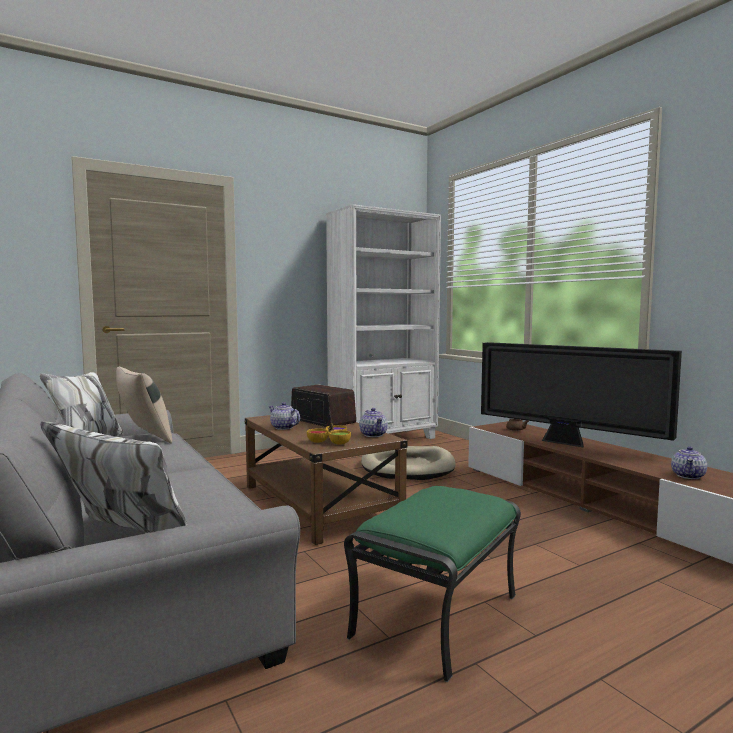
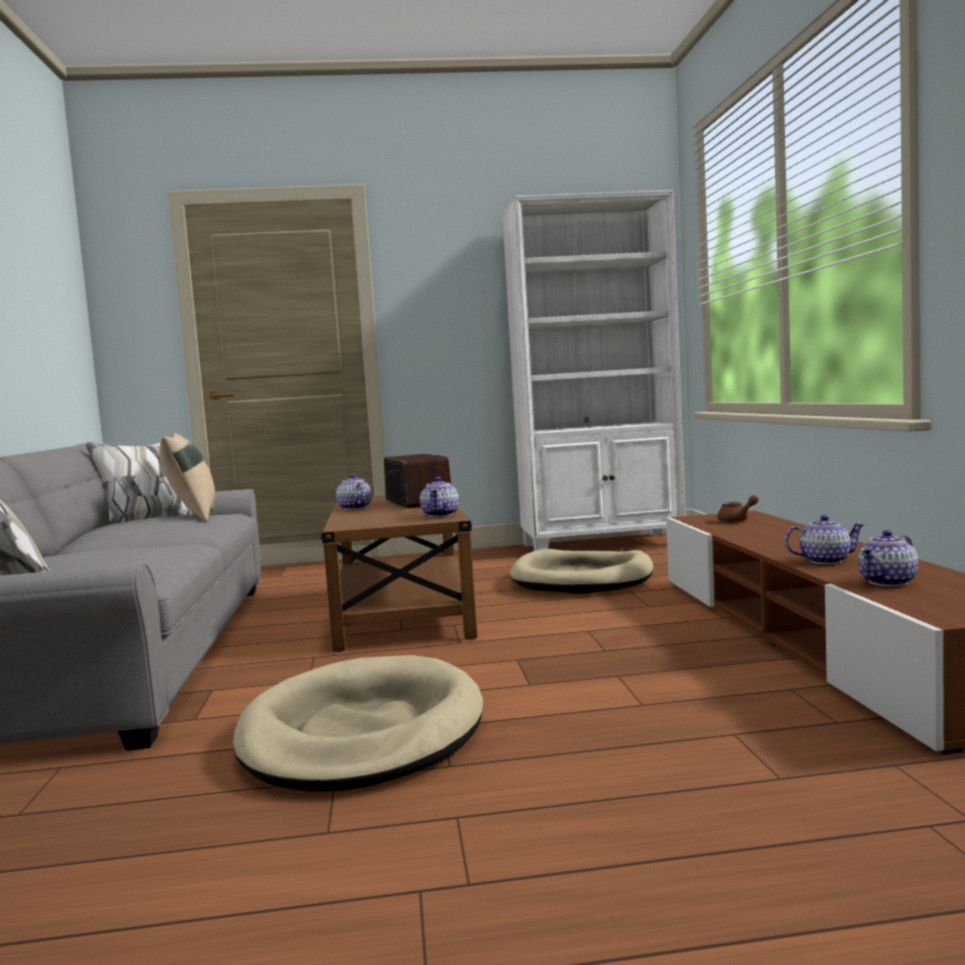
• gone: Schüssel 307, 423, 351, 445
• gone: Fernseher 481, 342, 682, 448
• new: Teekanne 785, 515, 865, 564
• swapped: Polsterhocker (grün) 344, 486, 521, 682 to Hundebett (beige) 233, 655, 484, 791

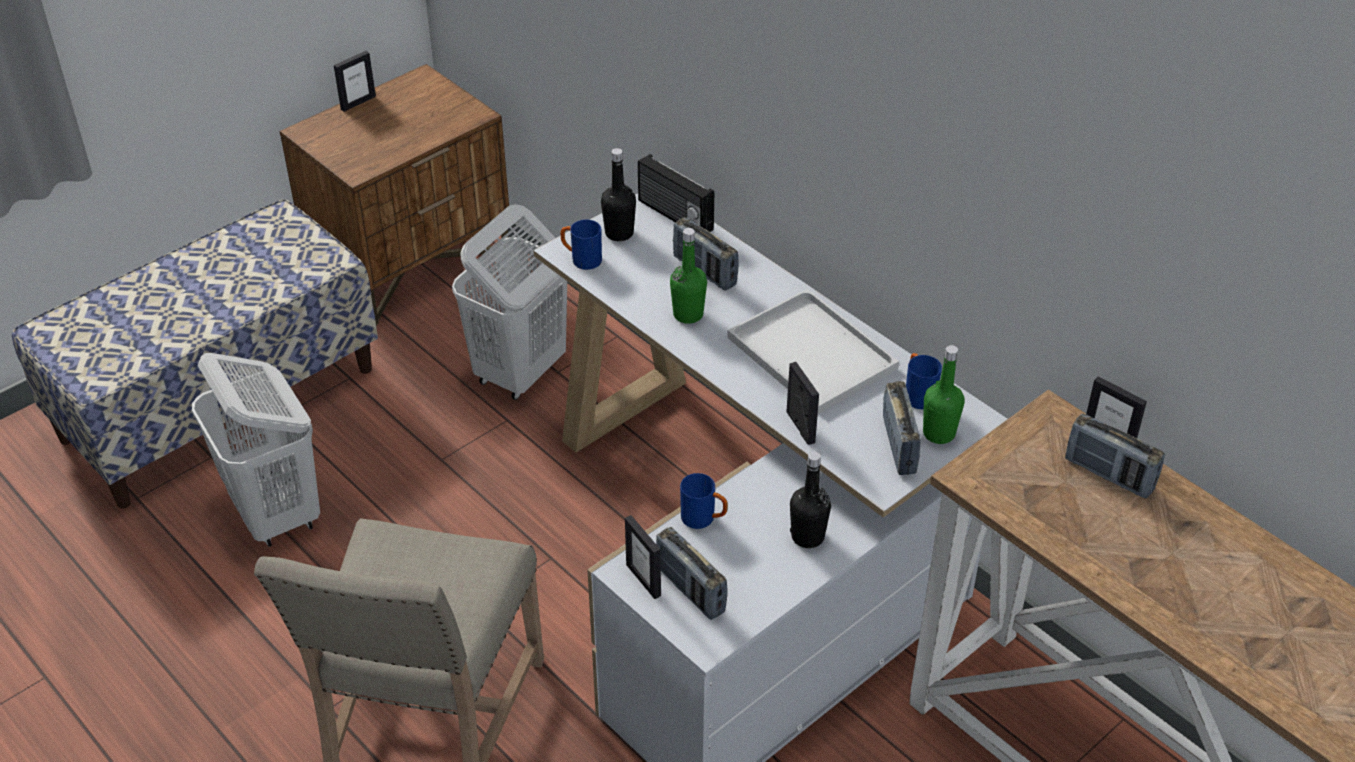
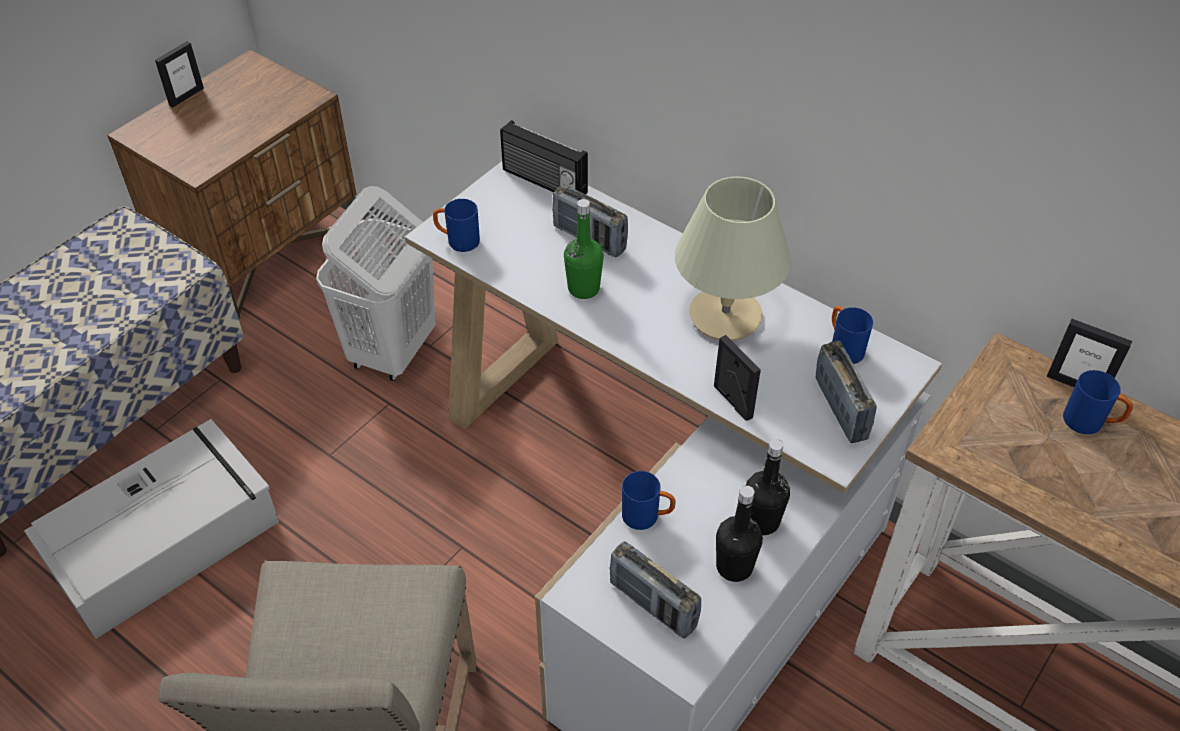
• gone: Bilderrahmen 625, 515, 661, 599
• gone: Flasche (grün) 923, 345, 965, 444
• shifted: Flasche (schwarz) 601, 148, 636, 241 to 716, 485, 763, 582
• swapped: Wäschekorb (weiß) 192, 353, 320, 547 to Aufbewahrungsbox (grau) 24, 419, 279, 639
• swapped: Tablett (weiß) 727, 289, 899, 414 to Tischlampe (beige) 675, 176, 791, 341
• swapped: Radio 1065, 414, 1165, 498 to Henkelbecher (blau) 1063, 370, 1133, 434

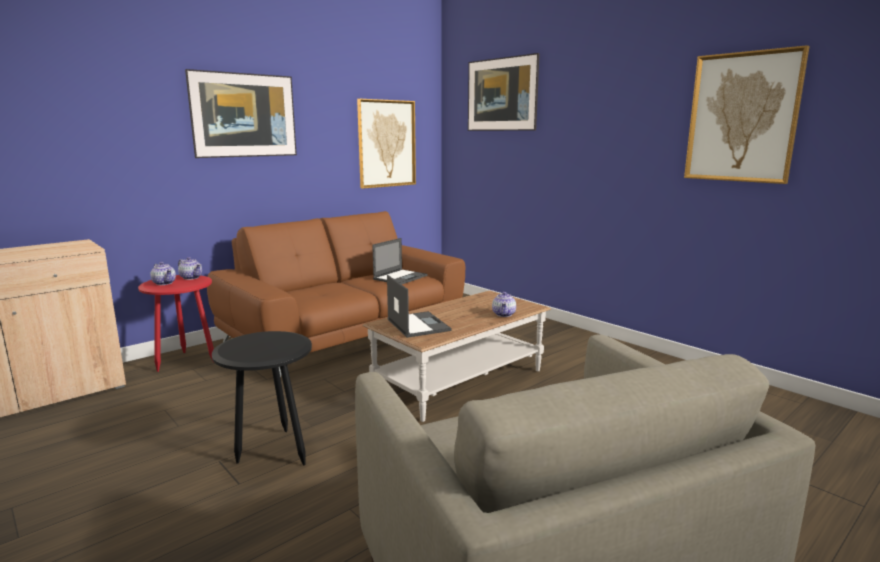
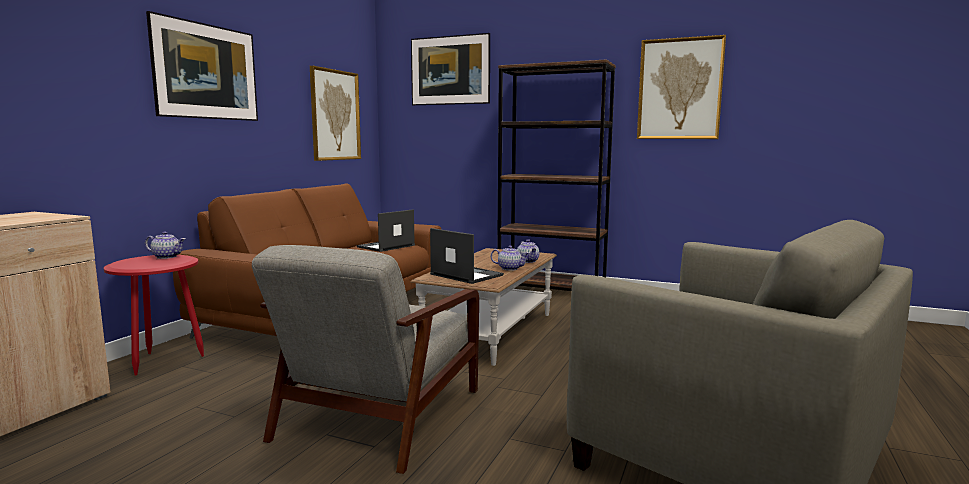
• new: Bücherregal (braun) 497, 59, 616, 291
• shifted: Teekanne 150, 262, 176, 285 to 491, 246, 530, 271
• swapped: Beistelltisch (schwarz) 212, 331, 312, 465 to Sessel (grau) 252, 245, 479, 474
• rotated: Laptop 372, 238, 427, 284 = 357, 209, 415, 252 150 degrees counterclockwise

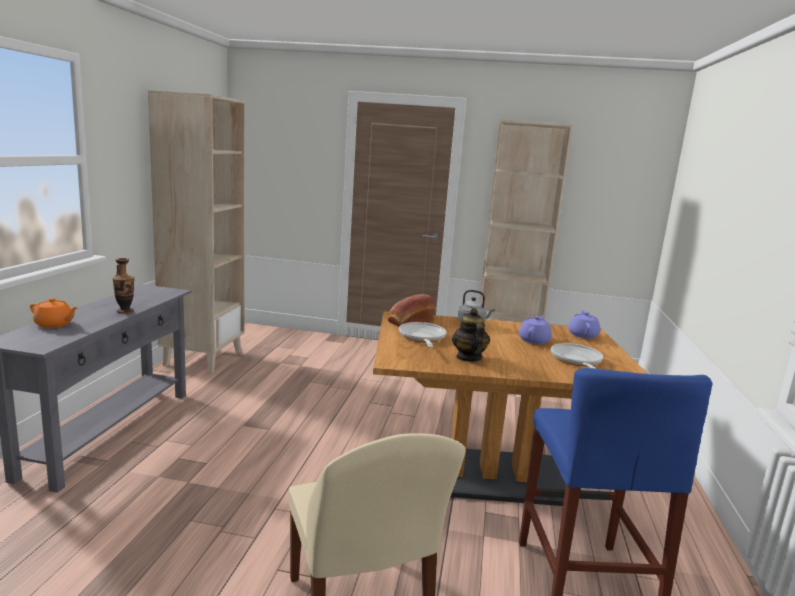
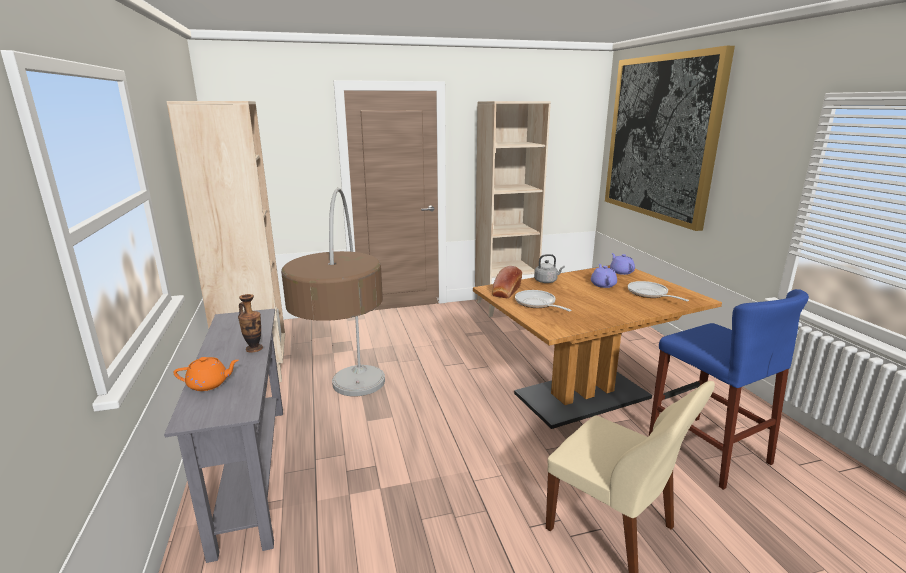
• gone: Teekanne 452, 308, 490, 362
• new: Stehlampe 281, 188, 385, 396
• new: Bild 605, 46, 735, 231

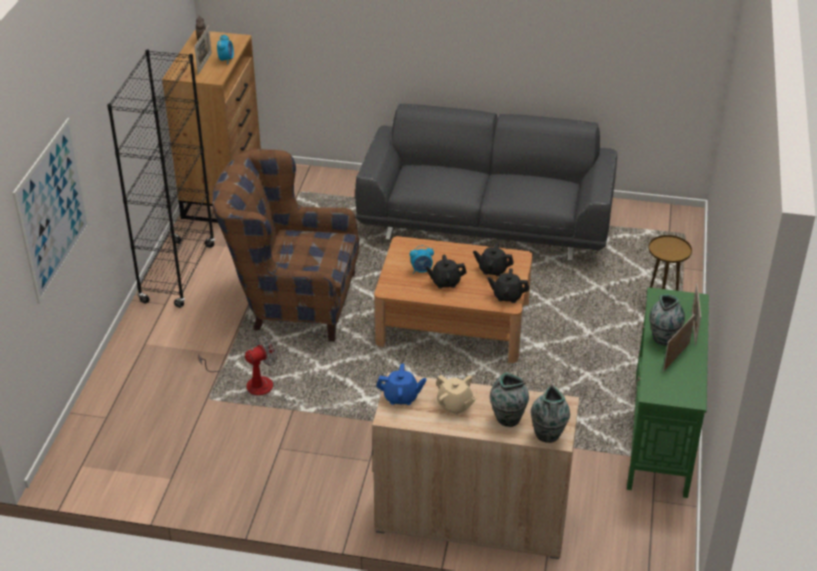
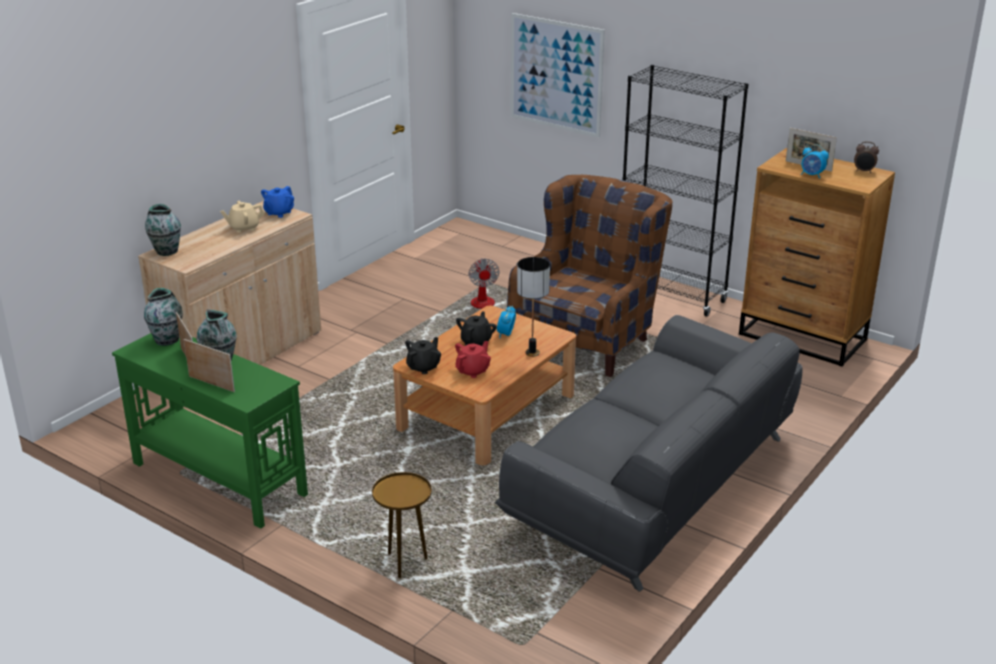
• new: Tischlampe 517, 257, 550, 357
• shifted: Vase 490, 372, 529, 427 to 144, 288, 183, 346
• repainted: Teekanne (schwarz) 473, 243, 514, 277 to Teekanne (rot) 455, 341, 491, 378

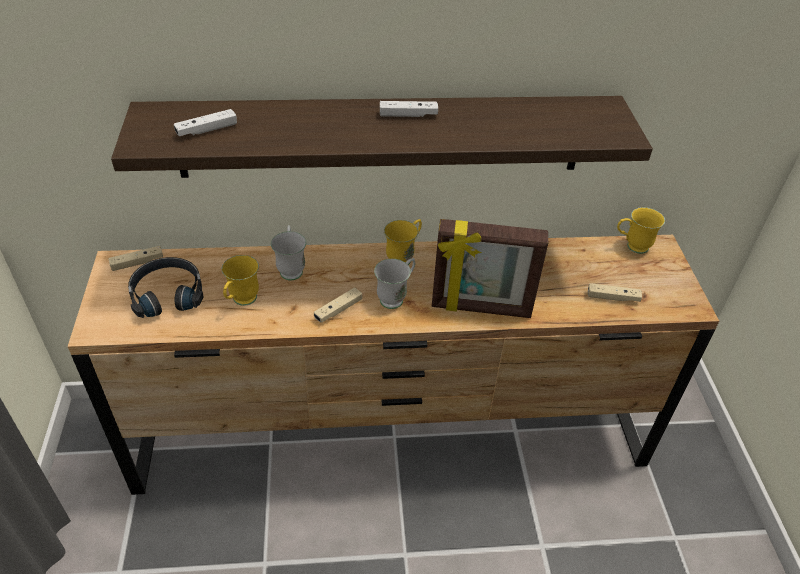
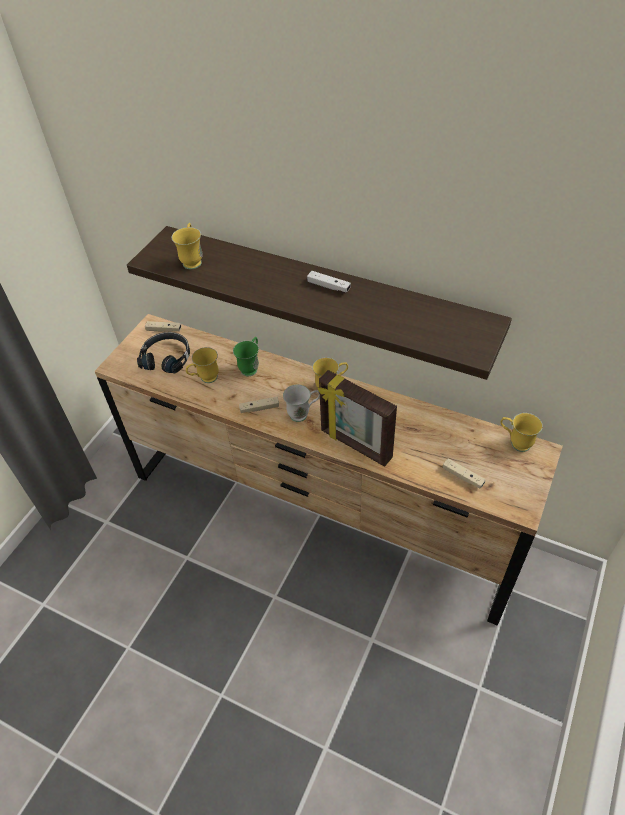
• swapped: Gamepad (weiß) 174, 109, 237, 136 to Henkelbecher (gelb) 172, 223, 203, 269
• repainted: Henkelbecher (weiß) 271, 225, 306, 280 to Henkelbecher (grün) 233, 337, 259, 376

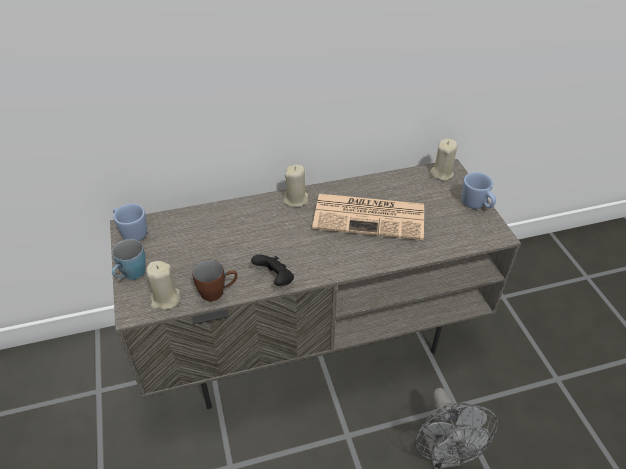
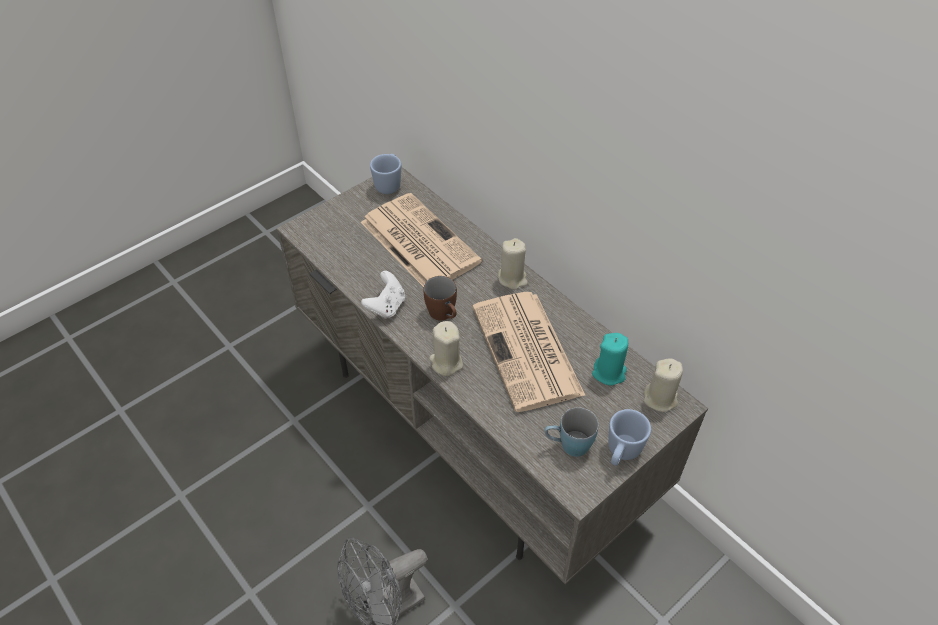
• new: Zeitung 361, 193, 482, 287
• new: Kerze (türkis) 592, 333, 628, 385
• shifted: Henkelbecher (blau) 112, 239, 146, 280 to 544, 407, 599, 457
• shifted: Kerze (beige) 146, 261, 180, 310 to 429, 321, 463, 376
• shifted: Henkelbecher (braun) 192, 259, 237, 301 to 424, 276, 457, 320
• repainted: Gamepad (schwarz) 251, 255, 294, 286 to Gamepad (weiß) 361, 271, 405, 319

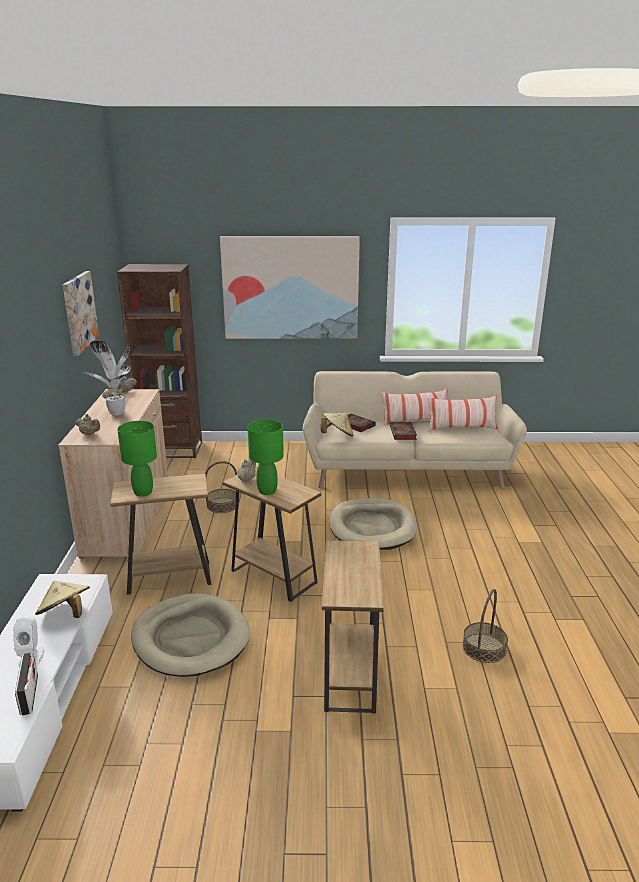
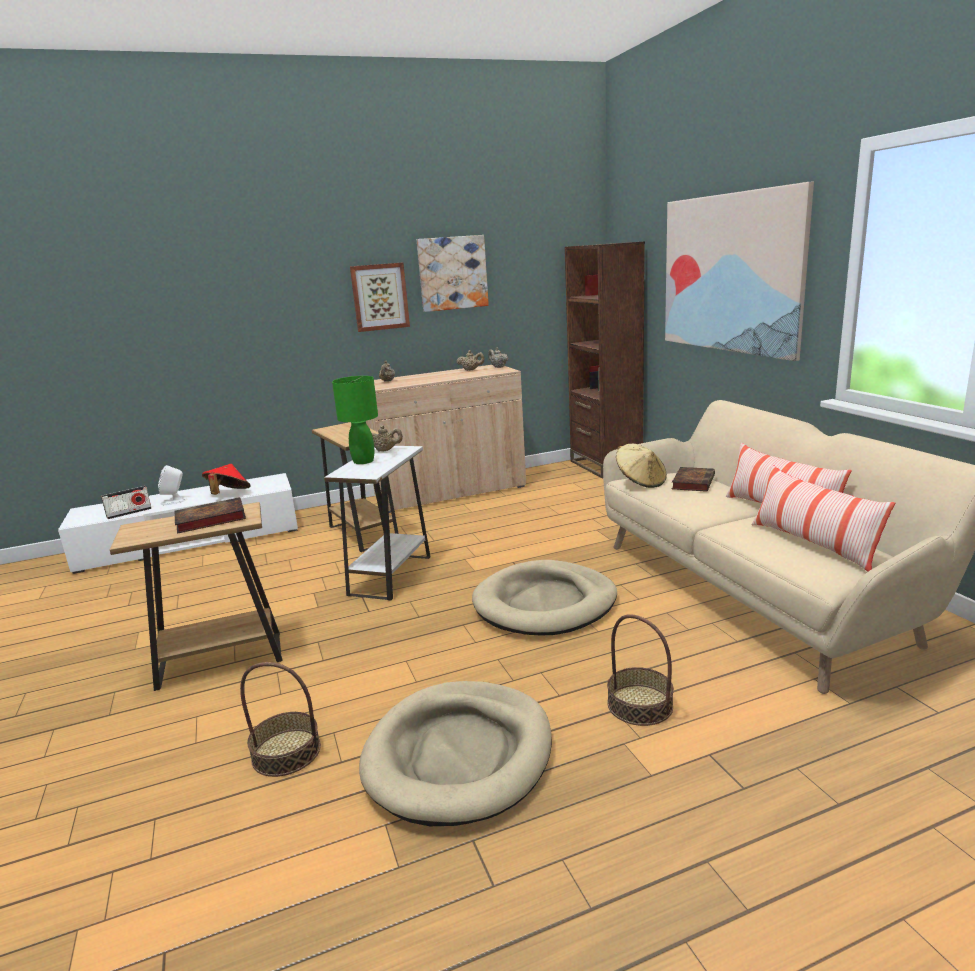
• gone: Topfpflanze 82, 340, 131, 416
• gone: Tischlampe (grün) 117, 421, 157, 497
• new: Bild 350, 262, 410, 332
• shifted: Hundebett (beige) 131, 593, 250, 677 to 359, 681, 552, 826
• shifted: Korb 205, 461, 237, 513 to 607, 614, 674, 726
• shifted: Buch 389, 422, 417, 440 to 175, 497, 246, 534
• repainted: Hut (beige) 35, 581, 90, 618 to Hut (rot) 202, 464, 251, 495
• repainted: Beistelltisch (braun) 222, 467, 321, 602 to Beistelltisch (weiß) 324, 446, 430, 601

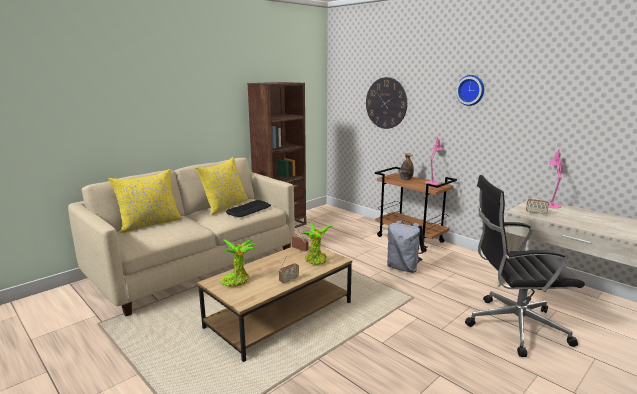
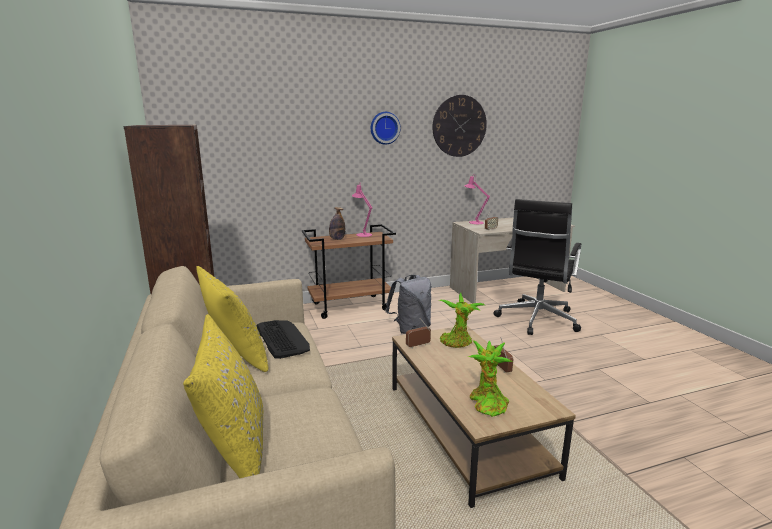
• shifted: Wanduhr 366, 77, 407, 129 to 432, 95, 487, 157

